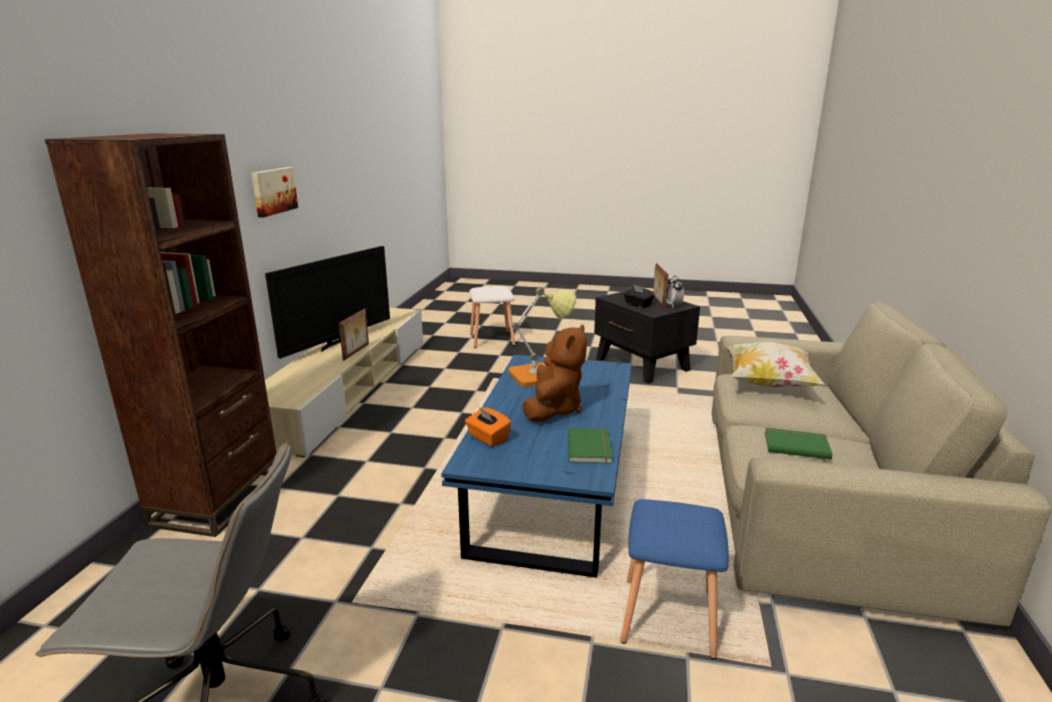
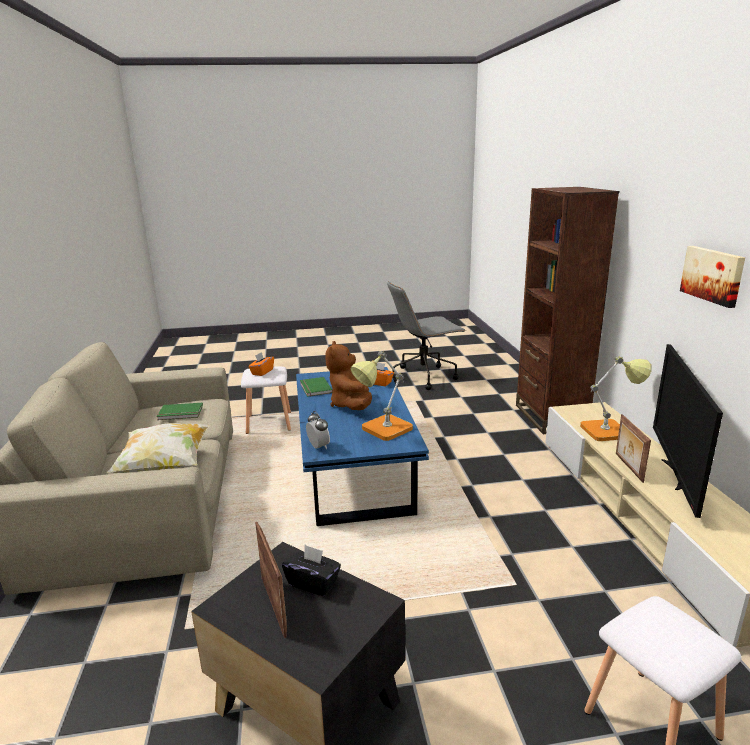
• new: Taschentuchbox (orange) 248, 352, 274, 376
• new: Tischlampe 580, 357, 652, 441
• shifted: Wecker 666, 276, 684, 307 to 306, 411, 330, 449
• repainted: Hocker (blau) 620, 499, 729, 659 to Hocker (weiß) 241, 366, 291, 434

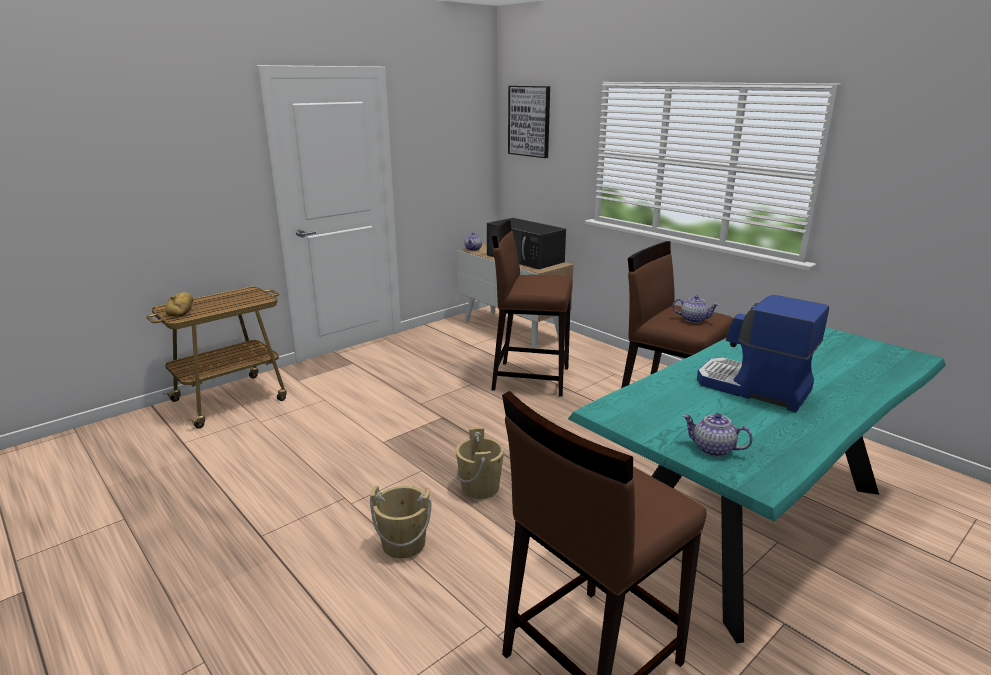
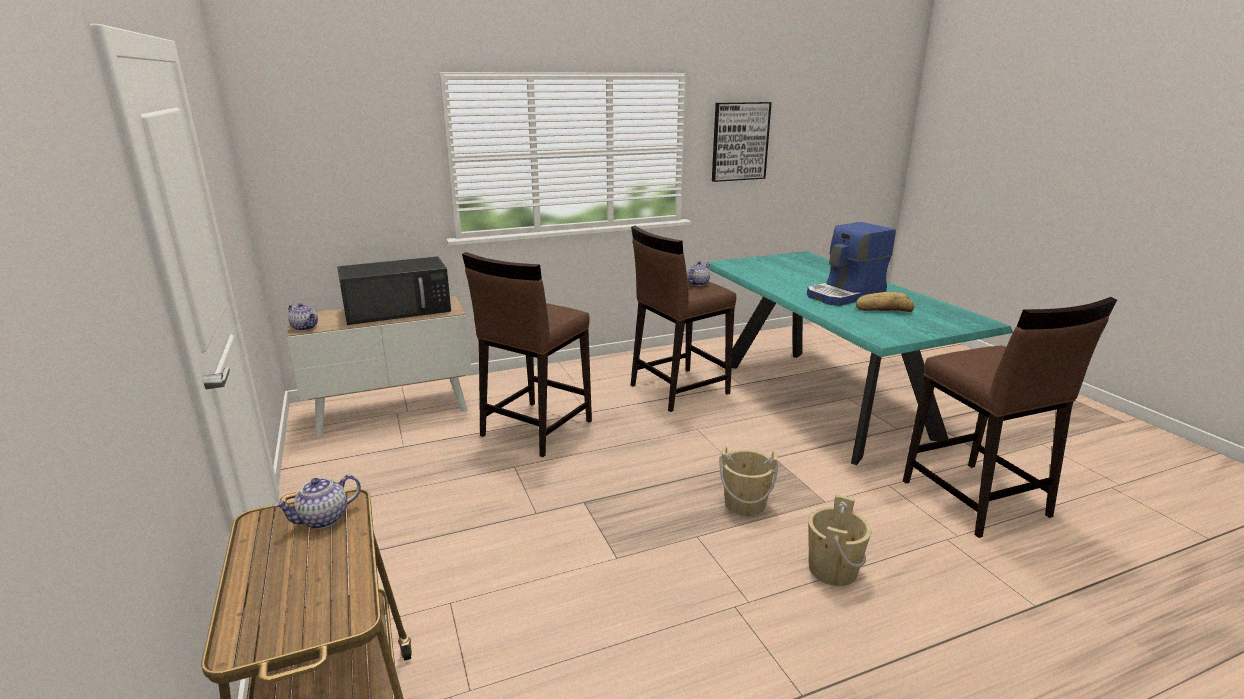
• shifted: Brot 165, 292, 193, 317 to 856, 292, 914, 312
• shifted: Bild 508, 86, 550, 158 to 712, 102, 772, 182
• shifted: Teekanne 683, 413, 753, 457 to 274, 475, 361, 529

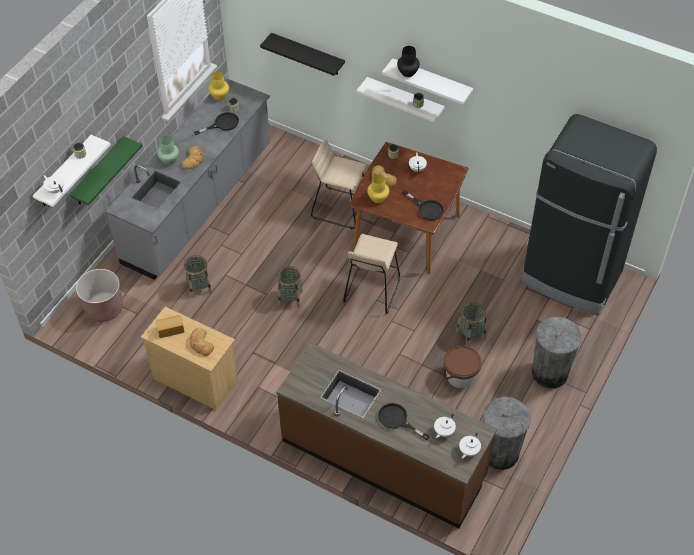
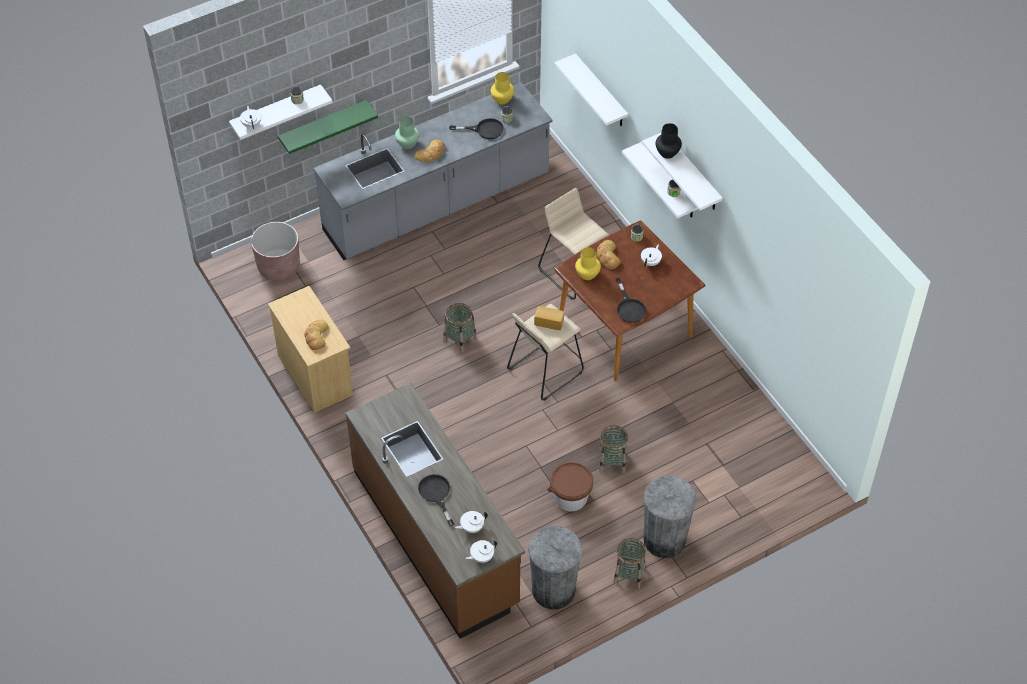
• gone: Kühlschrank (schwarz) 522, 114, 657, 314
• shifted: Brot 156, 315, 184, 338 to 534, 306, 564, 330
• shifted: Korb 184, 255, 212, 298 to 613, 538, 646, 589
• repainted: Wandregal (schwarz) 260, 33, 345, 76 to Wandregal (weiß) 555, 53, 628, 126

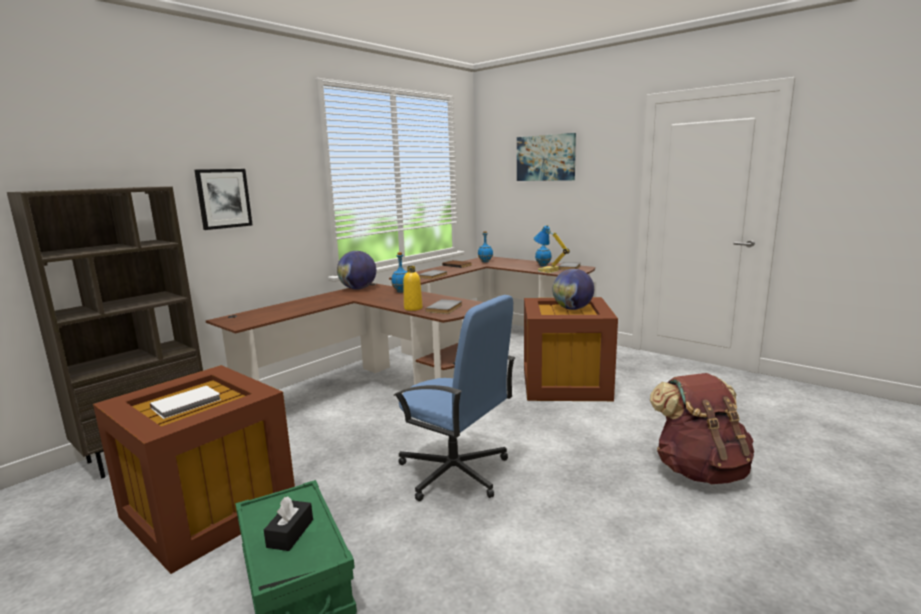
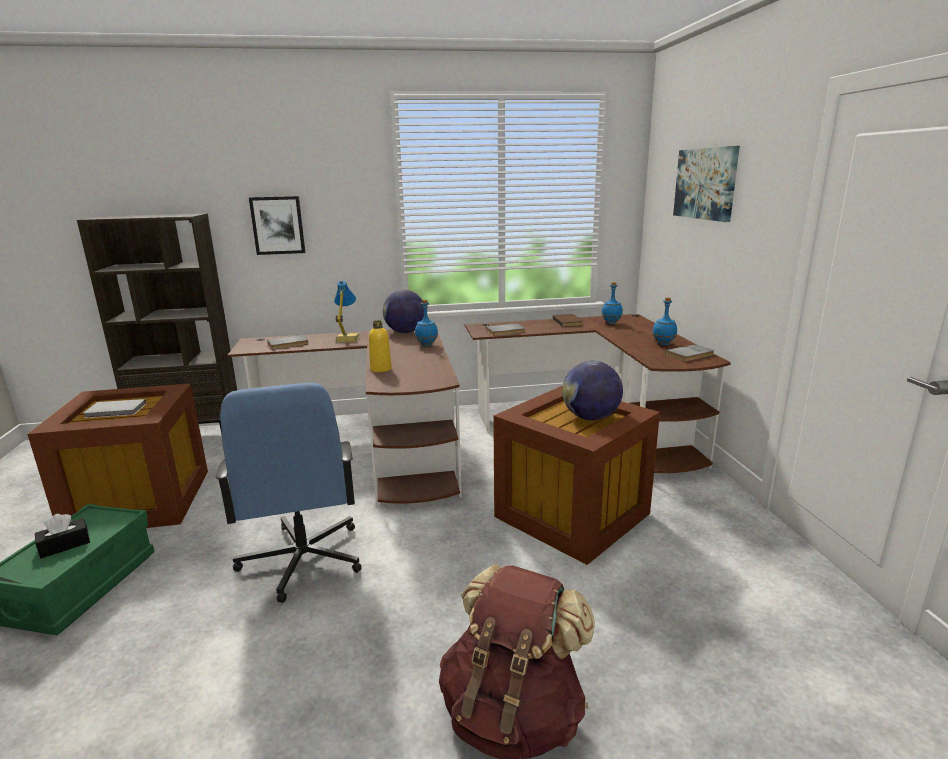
• shifted: Buch (grau) 425, 299, 462, 314 to 267, 335, 309, 349
• shifted: Tischlampe 534, 225, 570, 273 to 334, 281, 359, 343

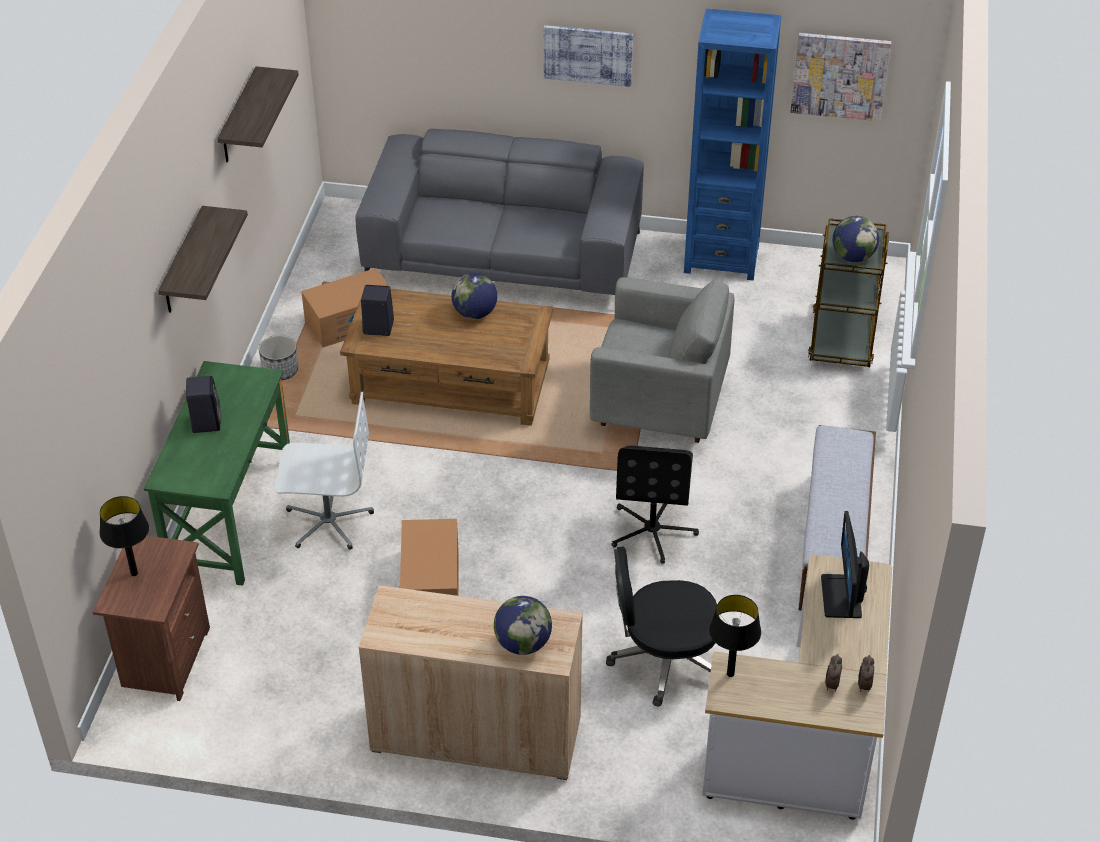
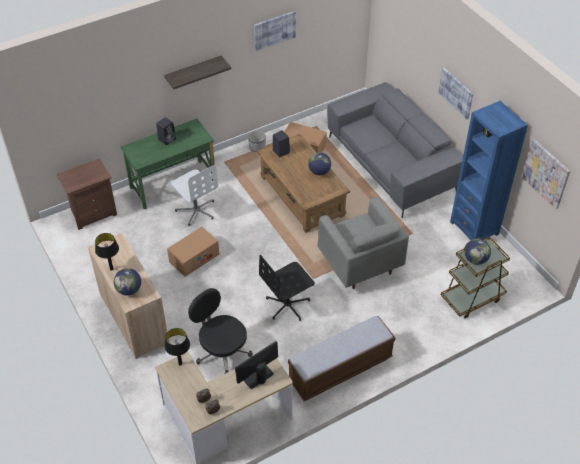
• shifted: Tischlampe (schwarz) 100, 496, 149, 576 to 95, 233, 119, 271
• swapped: Wandregal 217, 66, 299, 162 to Bild 254, 11, 296, 51

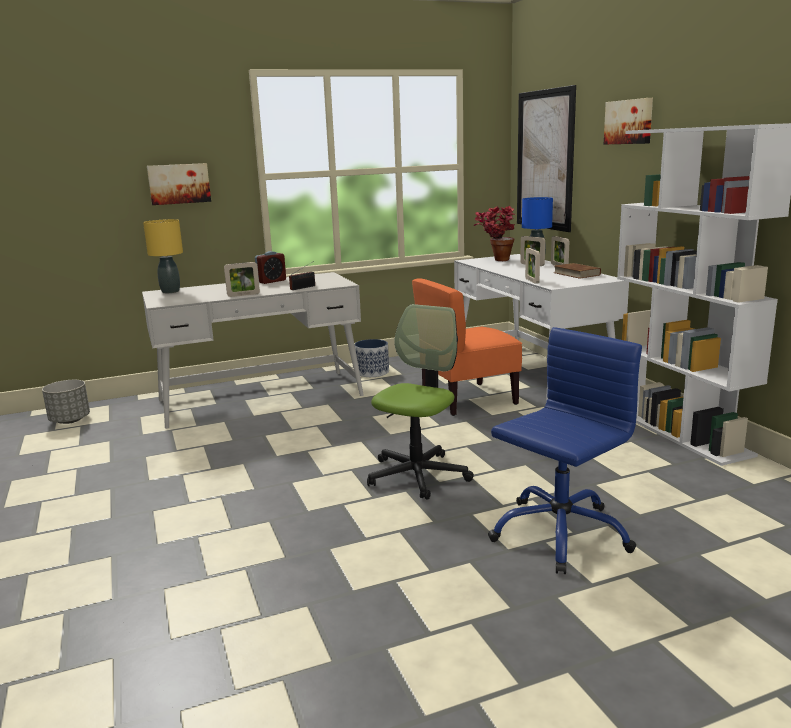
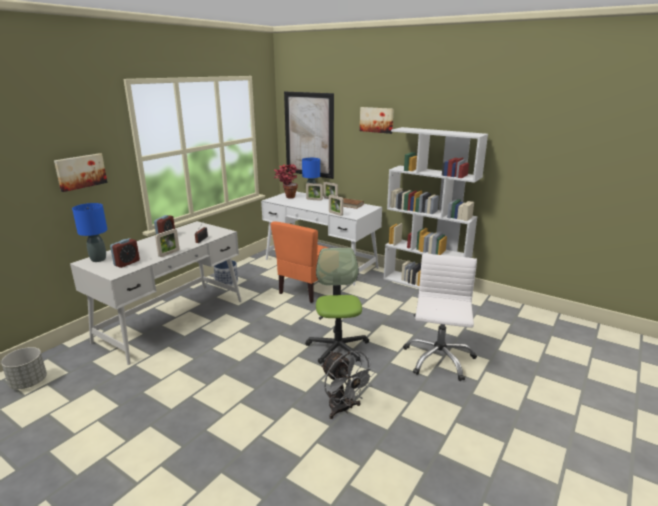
• new: Wecker 110, 238, 140, 268
• new: Ventilator (grau) 321, 351, 376, 419
• repainted: Tischlampe (gelb) 143, 219, 183, 293 to Tischlampe (blau) 72, 203, 107, 262
• repainted: Bürostuhl (blau) 488, 327, 642, 574 to Bürostuhl (weiß) 403, 254, 477, 381

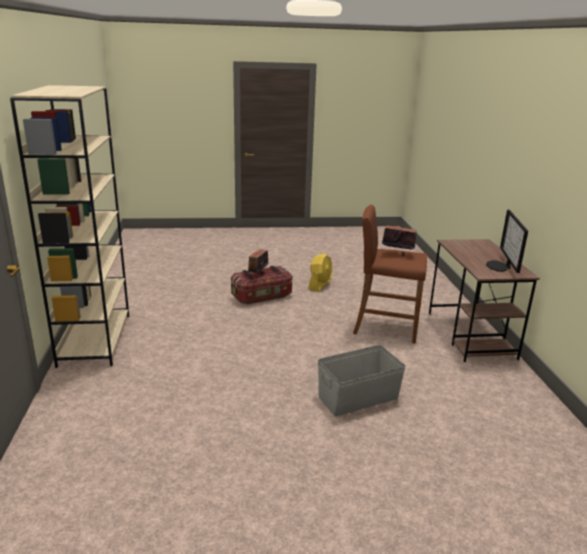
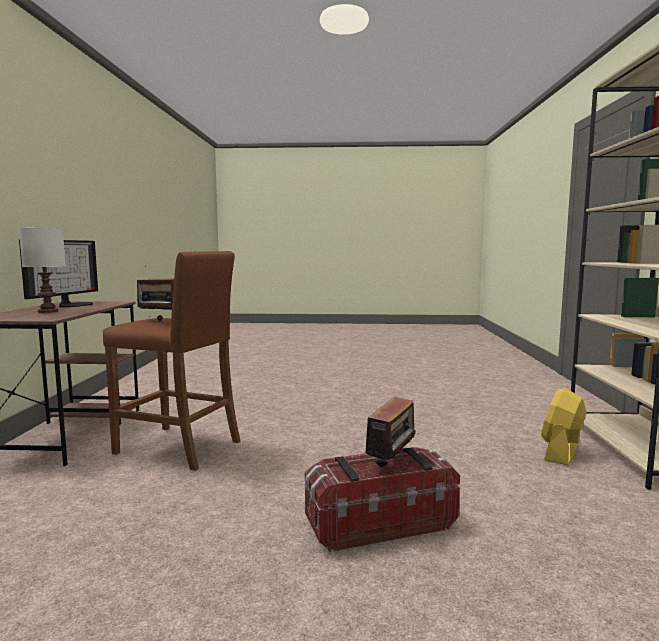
• gone: Aufbewahrungsbox (grau) 318, 345, 406, 416
• new: Tischlampe (weiß) 19, 228, 66, 313
• shifted: Ventilator (gelb) 309, 253, 332, 292 to 541, 388, 586, 465

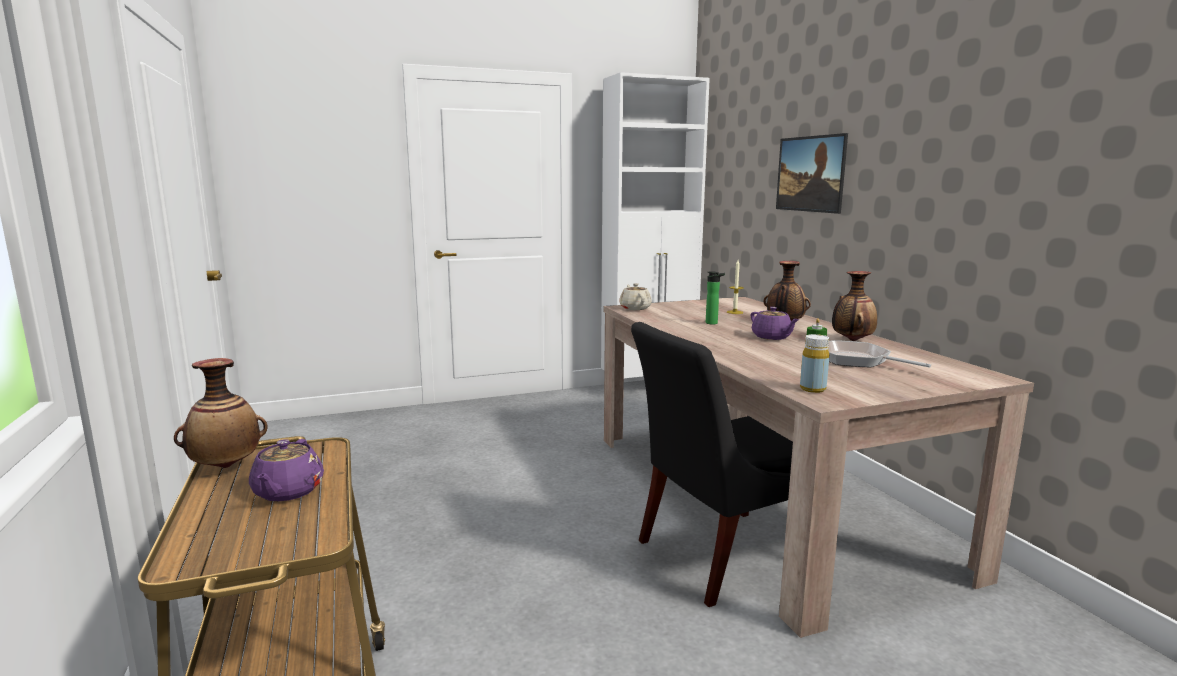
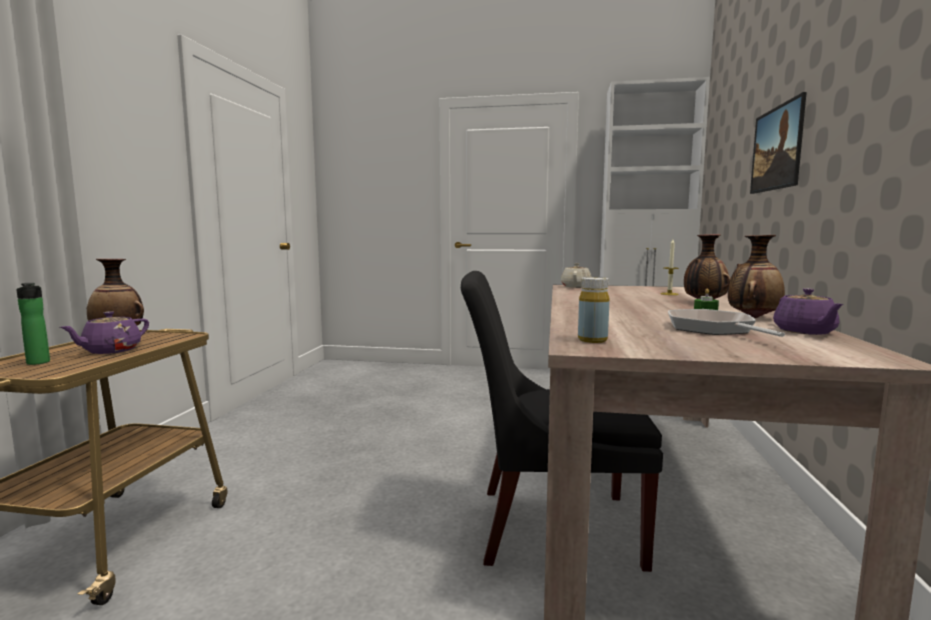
• shifted: Flasche 706, 271, 725, 324 to 16, 283, 50, 365
• shifted: Teekanne (lila) 751, 307, 799, 340 to 773, 288, 843, 335

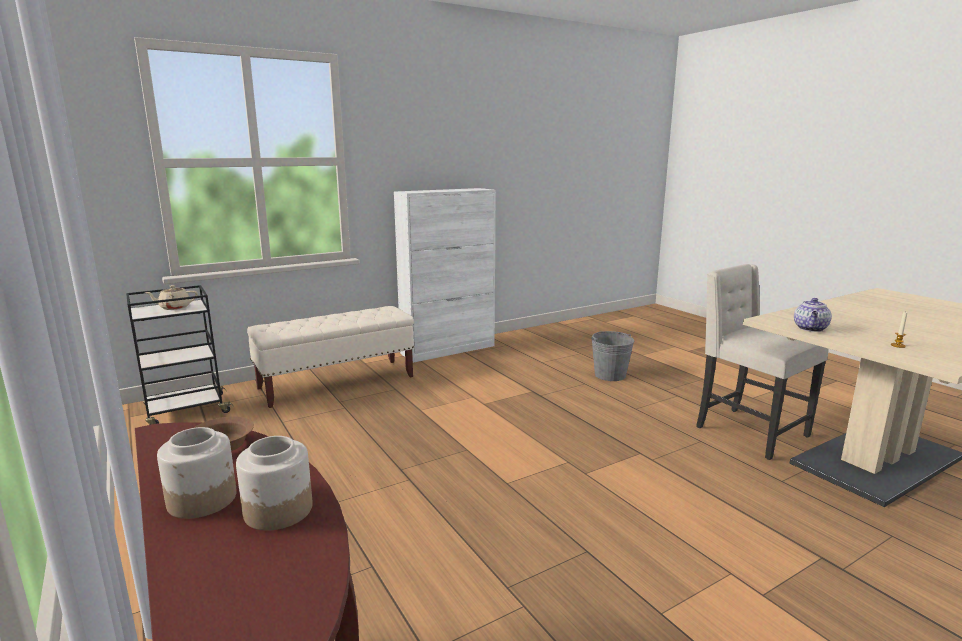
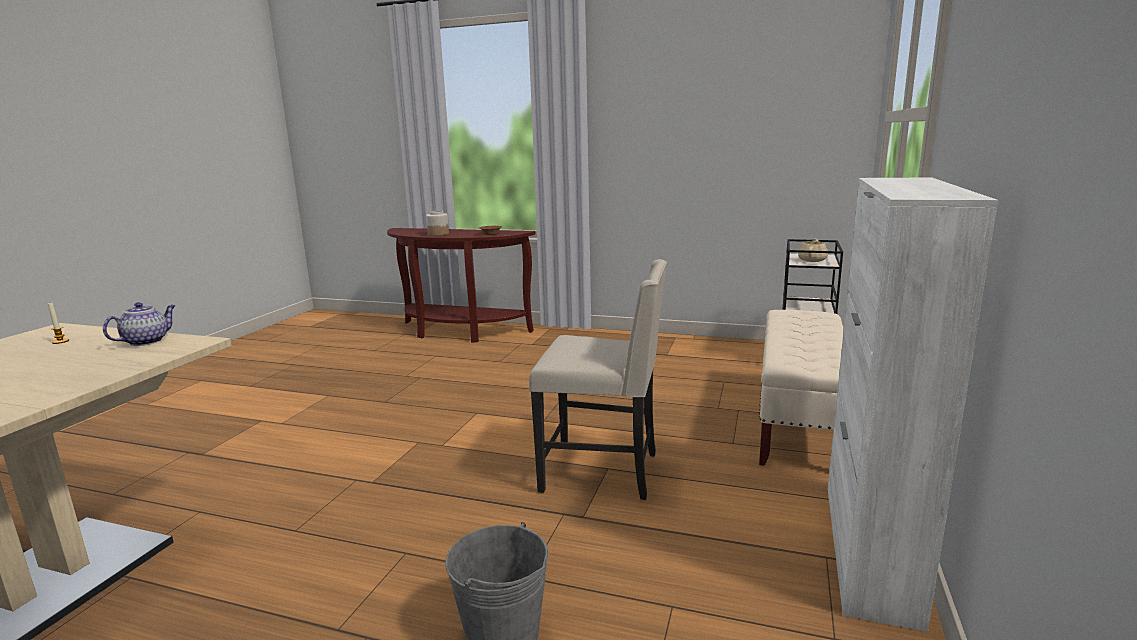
• gone: Vorratsglas 157, 427, 237, 519
• shifted: Stuhl (beige) 696, 264, 829, 460 to 529, 259, 667, 500
• rotated: Teekanne 794, 298, 832, 332 = 103, 302, 176, 346 45 degrees clockwise

